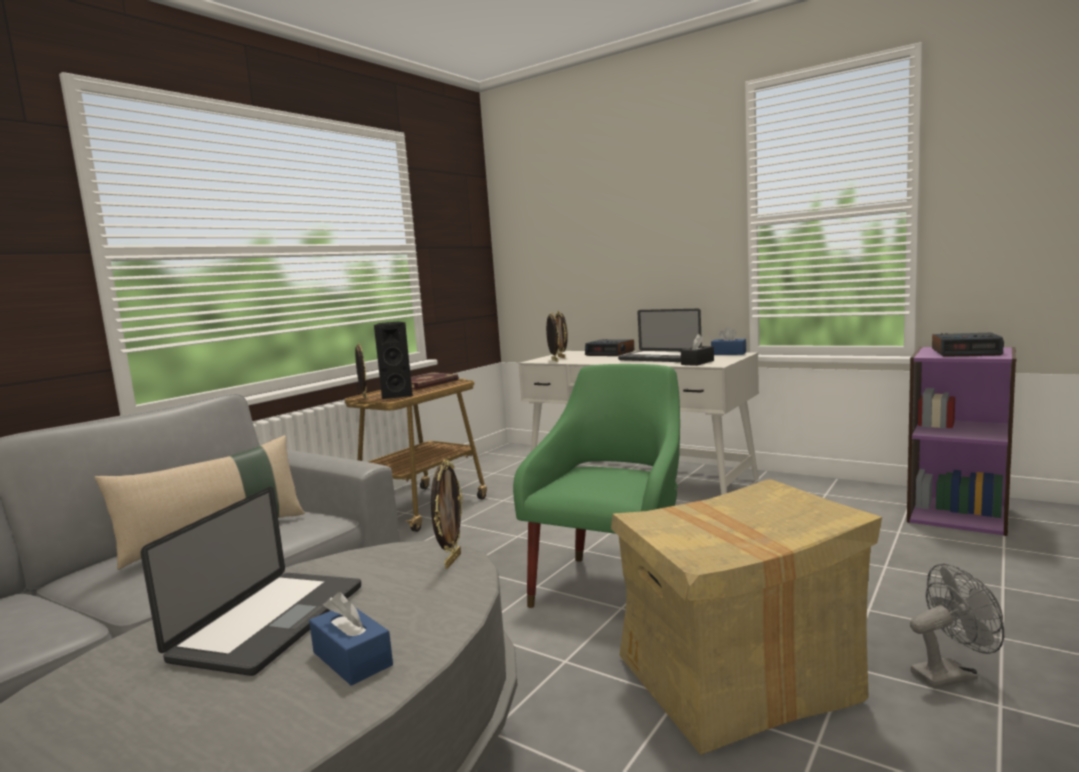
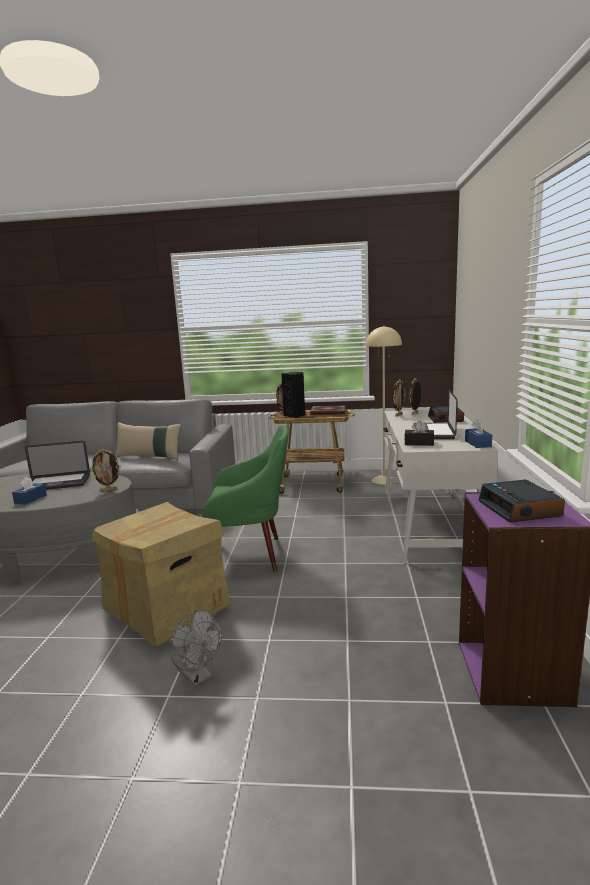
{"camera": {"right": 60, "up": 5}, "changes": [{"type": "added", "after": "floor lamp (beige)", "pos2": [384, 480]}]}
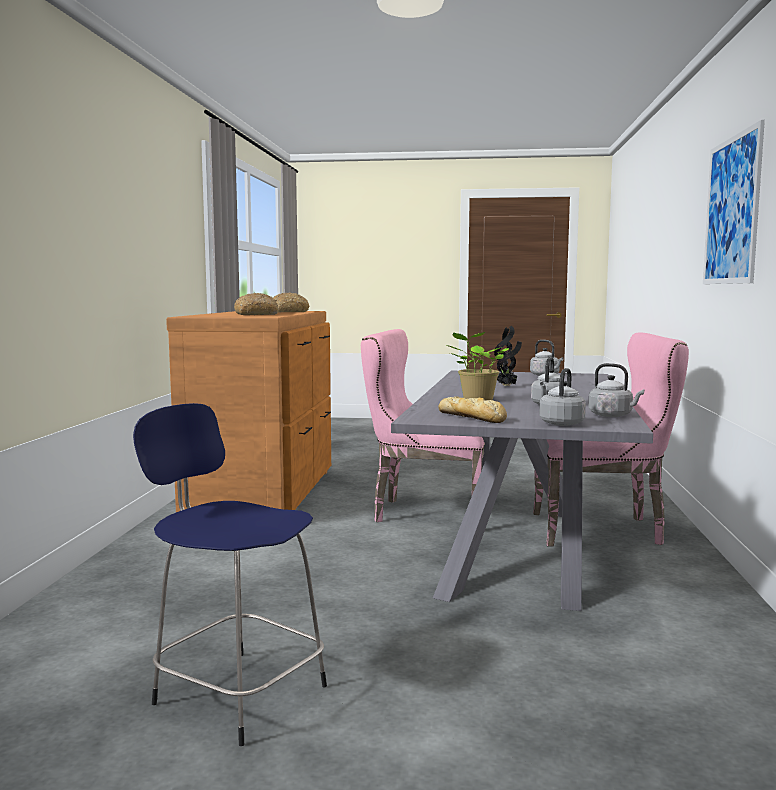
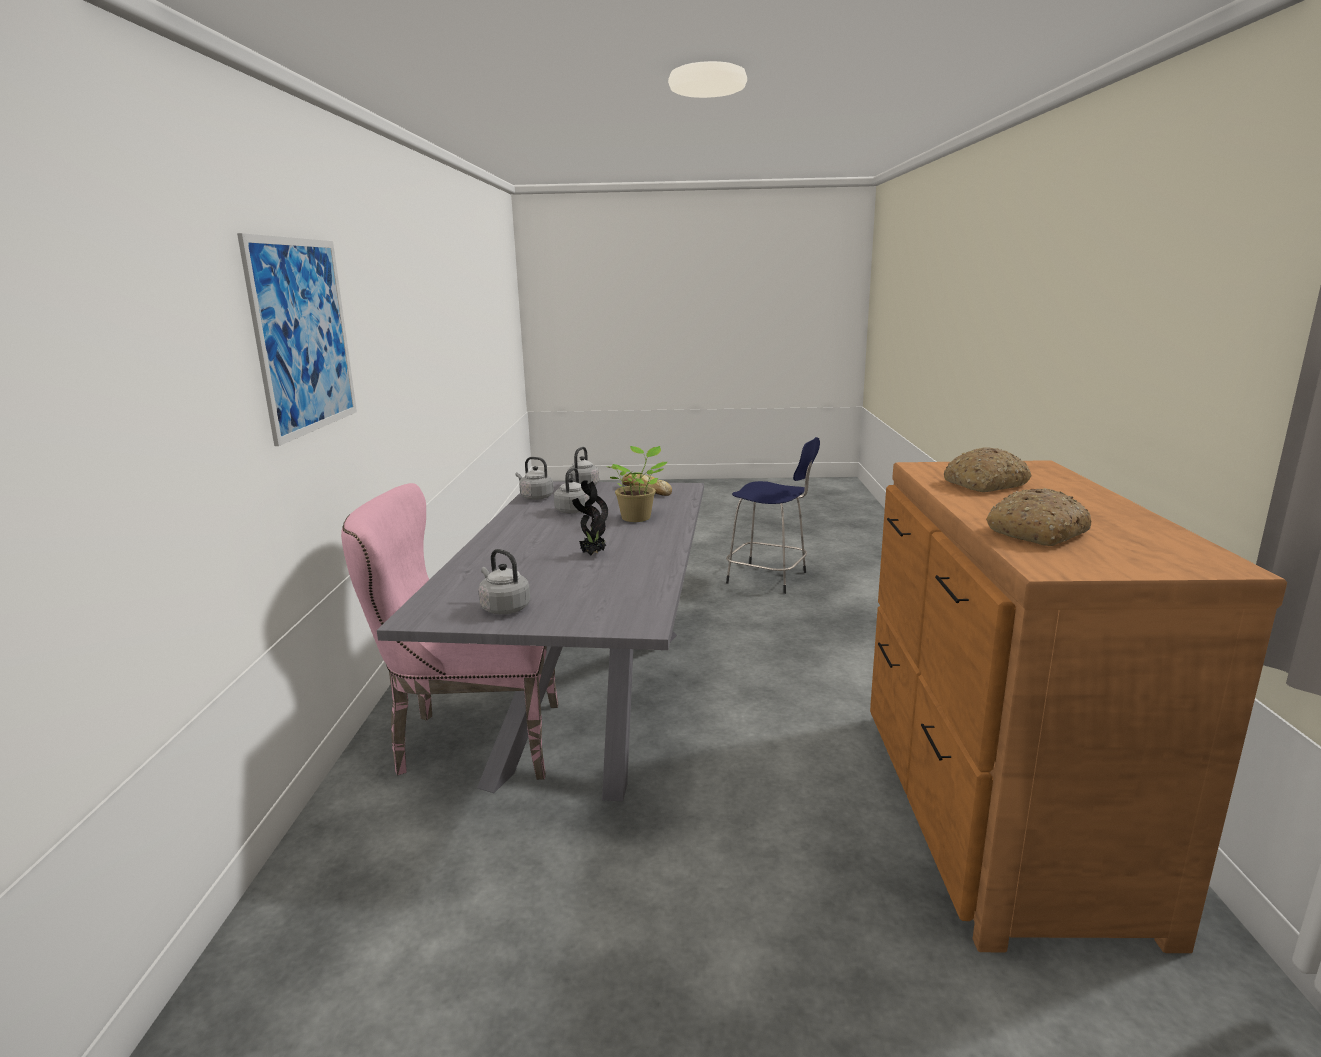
{"camera": {"right": 175, "up": 10}, "changes": [{"type": "removed", "before": "chair (pink)", "pos1": [424, 513]}]}
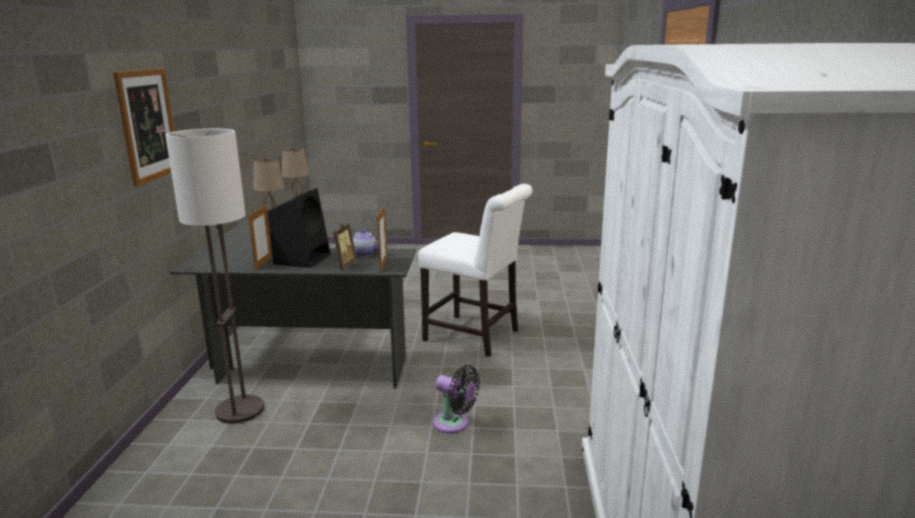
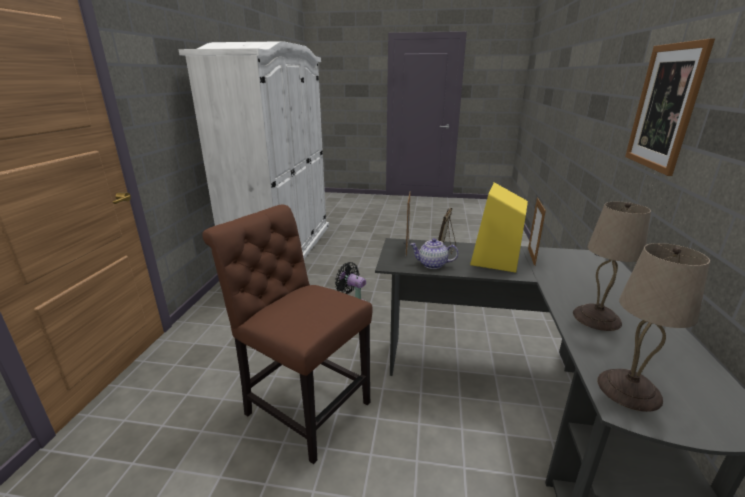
{"camera": {"right": -175, "up": 5}, "changes": [{"type": "removed", "before": "floor lamp", "pos1": [239, 410]}, {"type": "recoloured", "before": "speaker (black)", "after": "speaker (yellow)", "pos1": [302, 259], "pos2": [495, 260]}, {"type": "recoloured", "before": "chair (white)", "after": "chair (brown)", "pos1": [476, 337], "pos2": [303, 406]}]}
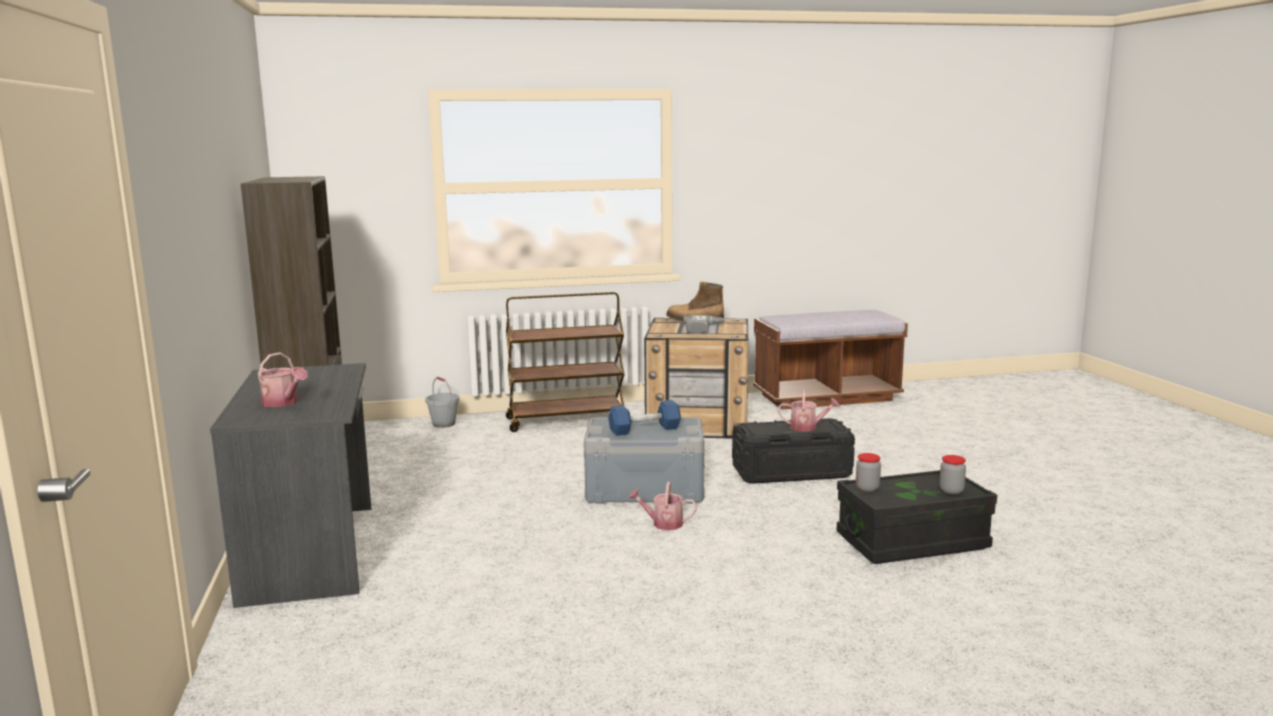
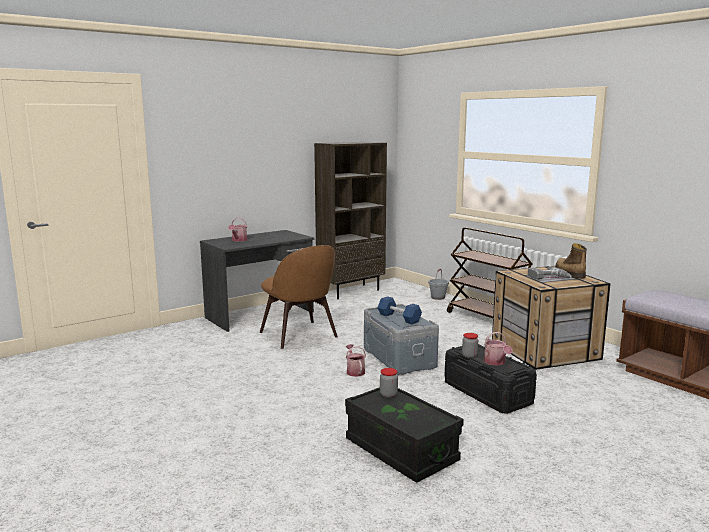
{"camera": {"right": 65, "up": 0}, "changes": [{"type": "added", "after": "chair (brown)", "pos2": [299, 335]}, {"type": "moved", "before": "jar", "pos1": [951, 491], "pos2": [469, 356]}]}
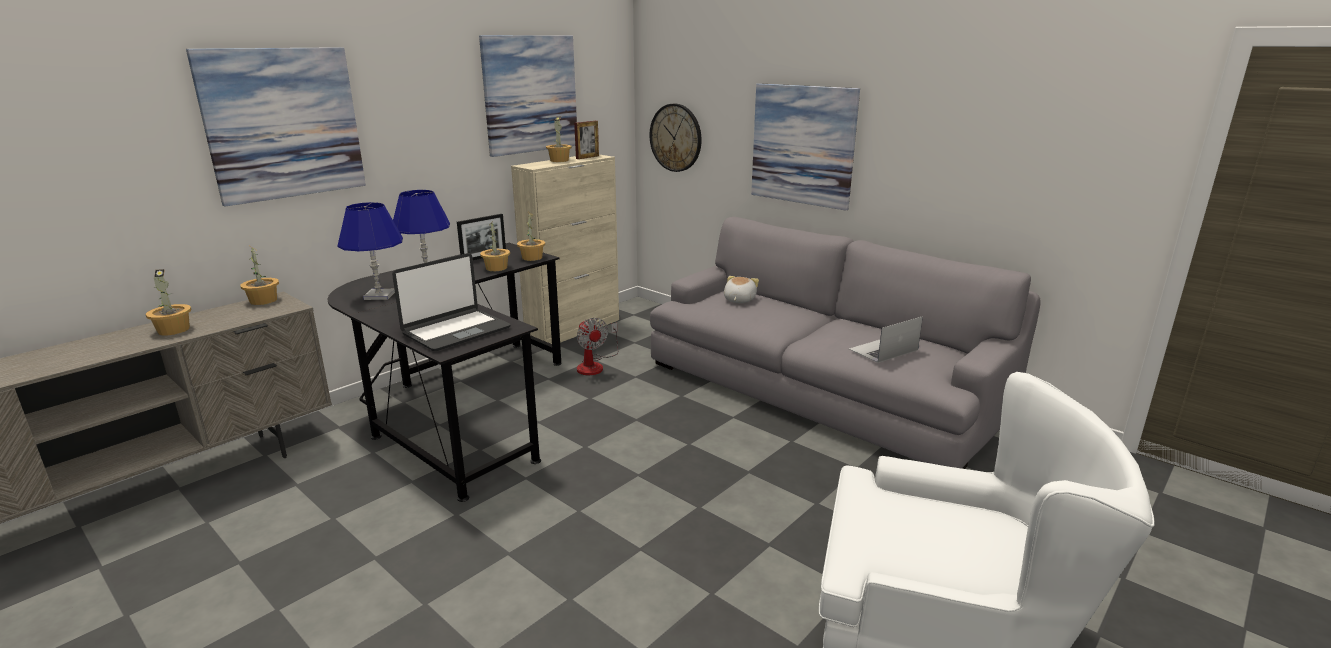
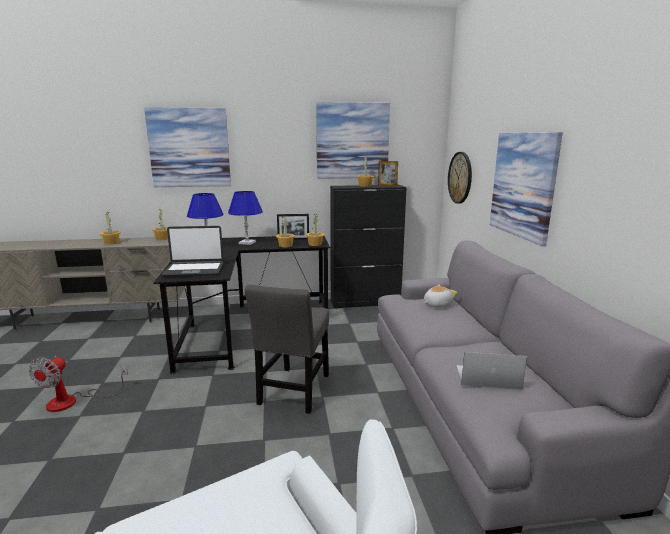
{"camera": {"right": 40, "up": -5}, "changes": [{"type": "added", "after": "chair (grey)", "pos2": [294, 392]}, {"type": "moved", "before": "fan", "pos1": [594, 365], "pos2": [73, 401]}, {"type": "recoloured", "before": "cabinet (beige)", "after": "cabinet (black)", "pos1": [574, 329], "pos2": [365, 302]}]}
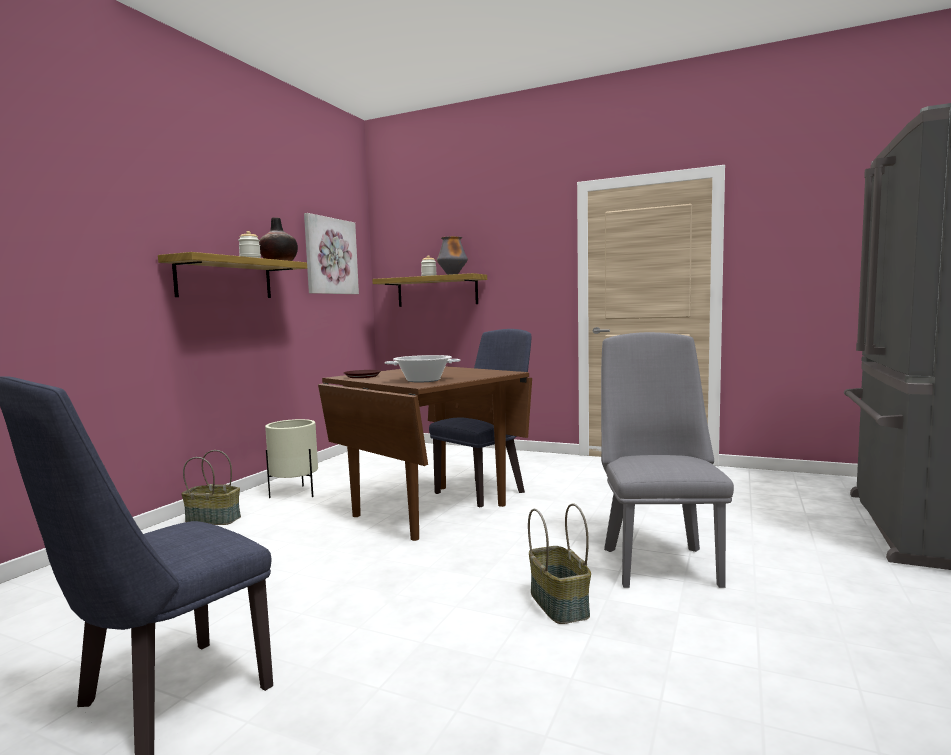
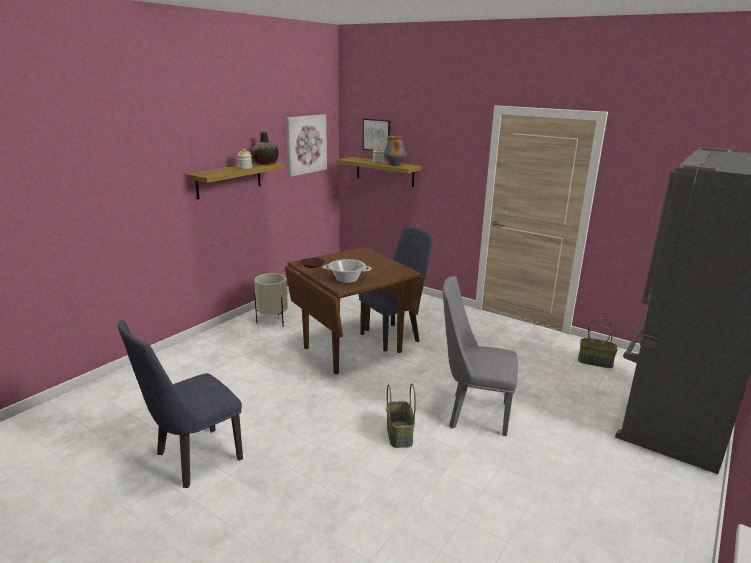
{"camera": {"right": 10, "up": 15}, "changes": [{"type": "added", "after": "picture", "pos2": [377, 135]}, {"type": "moved", "before": "basket", "pos1": [214, 519], "pos2": [595, 361]}, {"type": "turned", "before": "chair (grey)", "pos1": [658, 561], "pos2": [472, 413], "turn": -90}]}
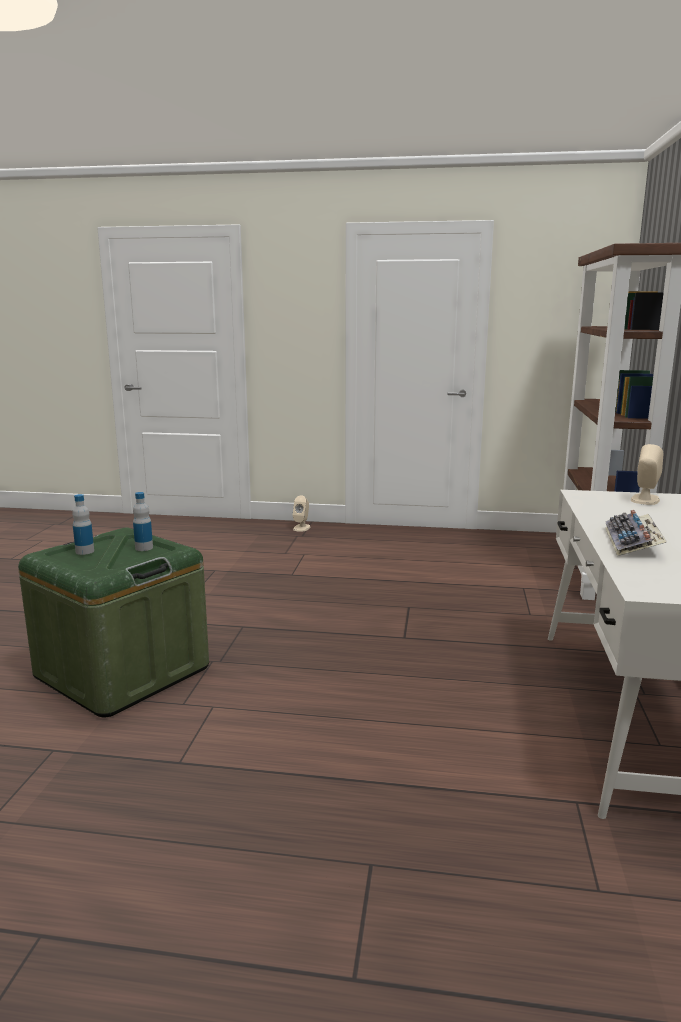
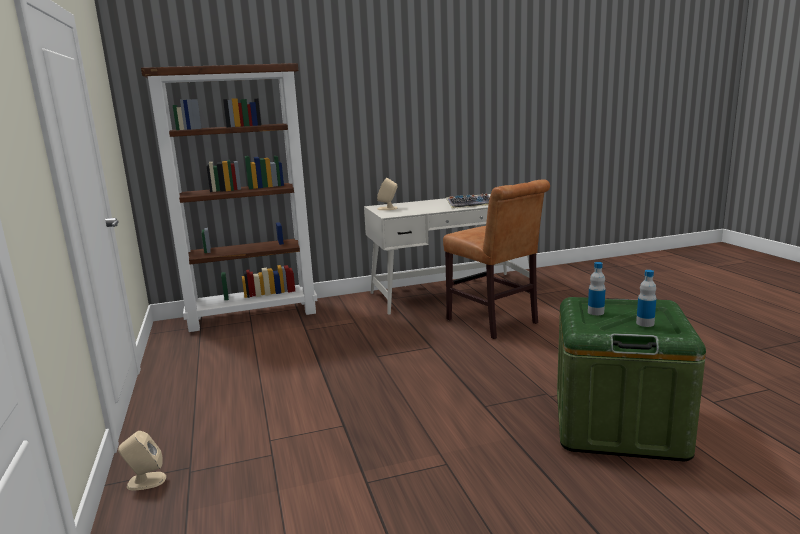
{"camera": {"right": -115, "up": 0}, "changes": [{"type": "added", "after": "chair (brown)", "pos2": [495, 323]}]}
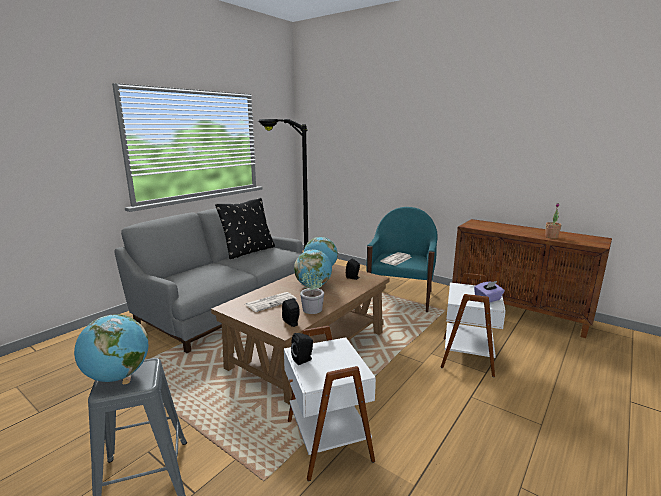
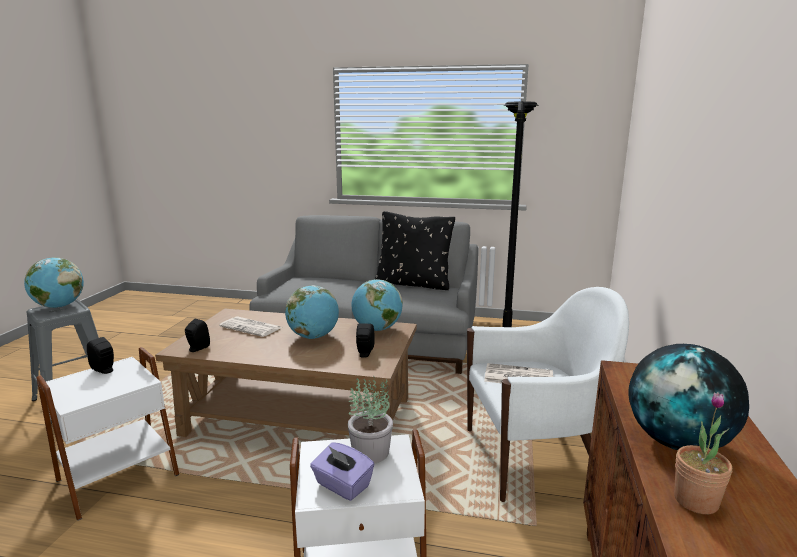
{"camera": {"right": 65, "up": 0}, "changes": [{"type": "added", "after": "globe", "pos2": [678, 442]}, {"type": "moved", "before": "potted plant", "pos1": [312, 309], "pos2": [371, 451]}, {"type": "recoloured", "before": "armchair (turquoise)", "after": "armchair (white)", "pos1": [400, 297], "pos2": [535, 458]}]}
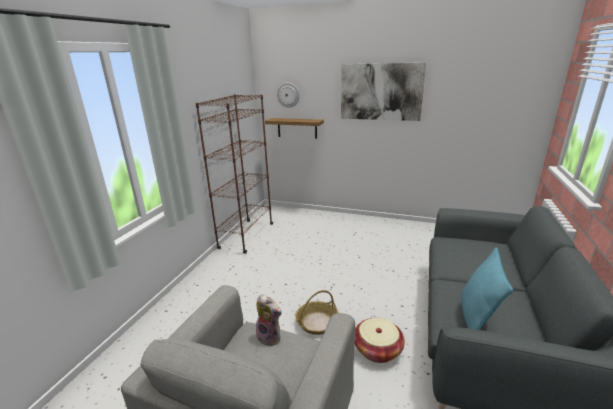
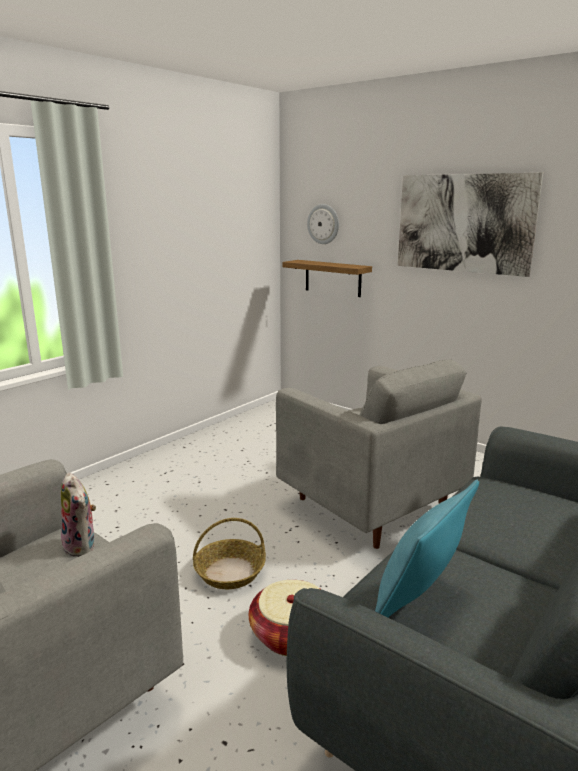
{"camera": {"right": 20, "up": -5}, "changes": [{"type": "removed", "before": "bookcase (brown)", "pos1": [246, 236]}, {"type": "added", "after": "armchair (grey)", "pos2": [371, 507]}]}
